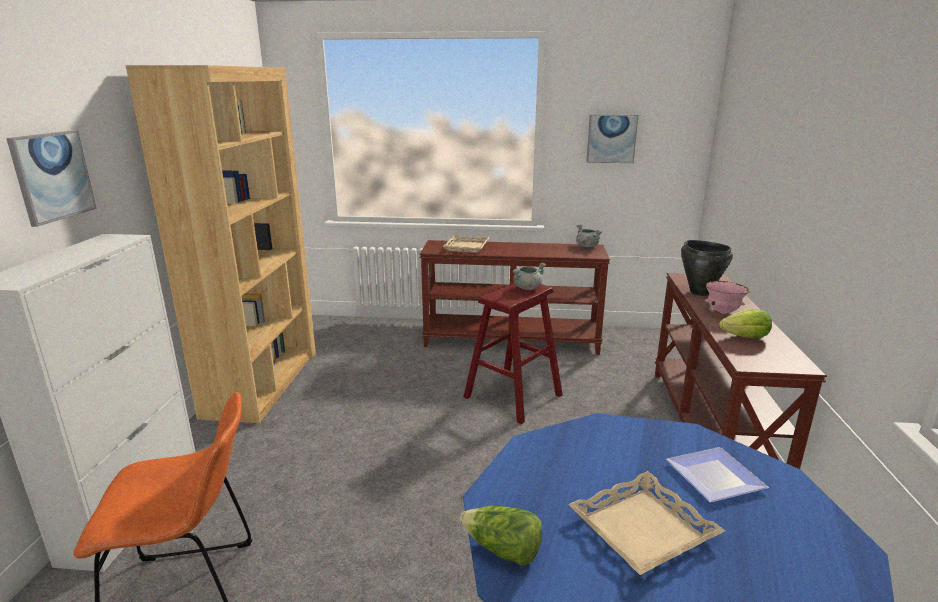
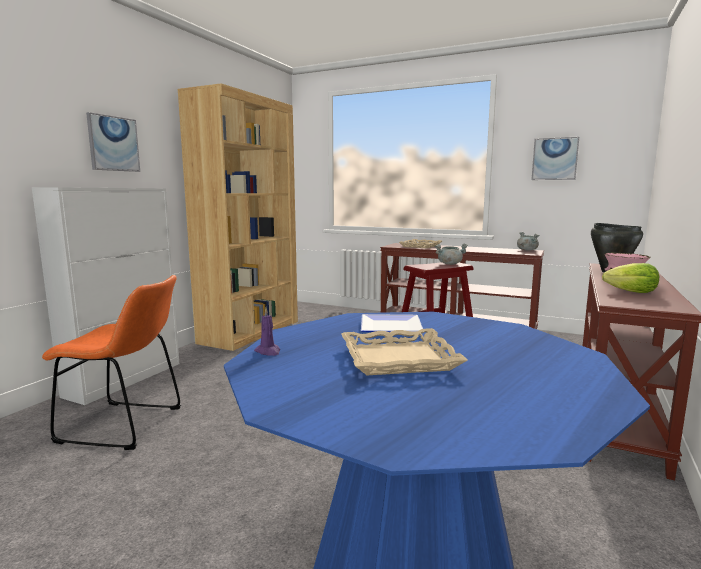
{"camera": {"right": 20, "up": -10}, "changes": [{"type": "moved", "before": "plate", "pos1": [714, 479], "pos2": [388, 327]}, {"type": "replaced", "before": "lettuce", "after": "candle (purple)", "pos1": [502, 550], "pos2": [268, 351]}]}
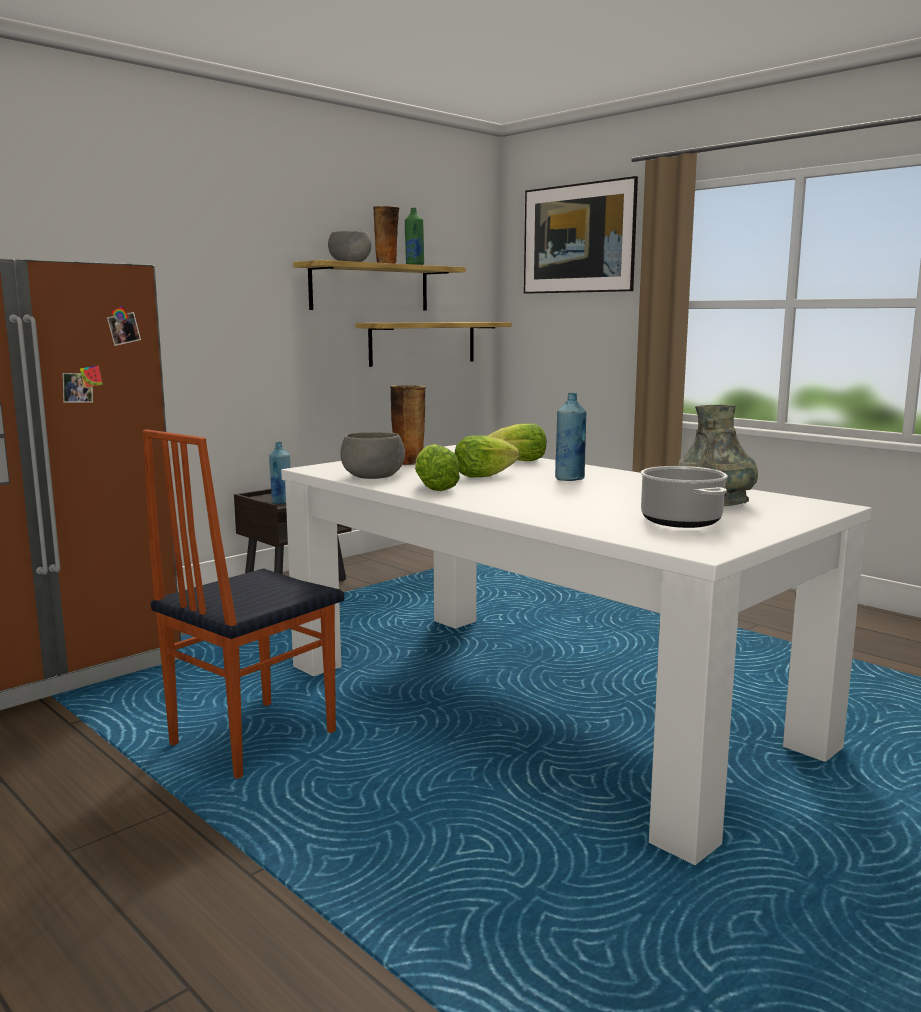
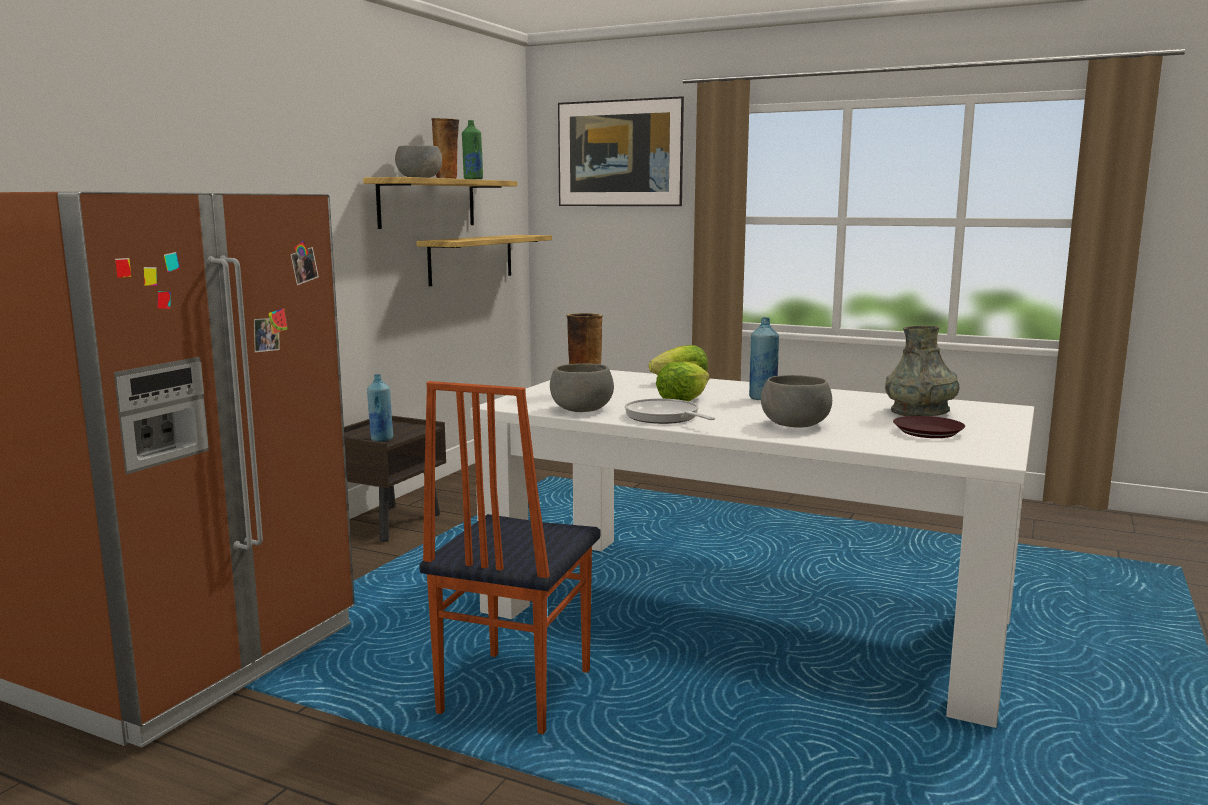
{"camera": {"right": -20, "up": 0}, "changes": [{"type": "added", "after": "bowl (grey)", "pos2": [796, 424]}, {"type": "replaced", "before": "lettuce", "after": "frying pan", "pos1": [434, 488], "pos2": [664, 417]}, {"type": "replaced", "before": "cooking pot", "after": "plate (brown)", "pos1": [682, 521], "pos2": [928, 432]}]}
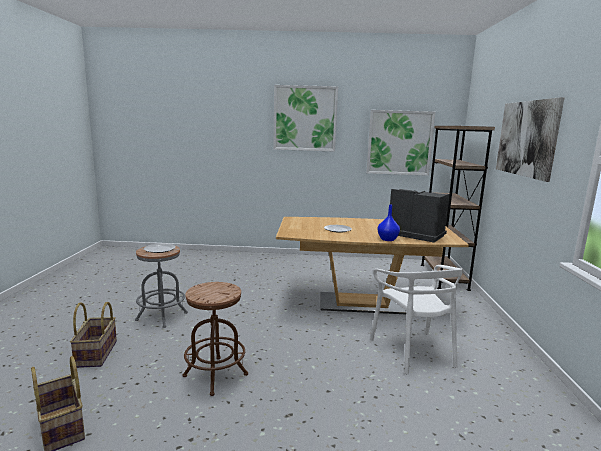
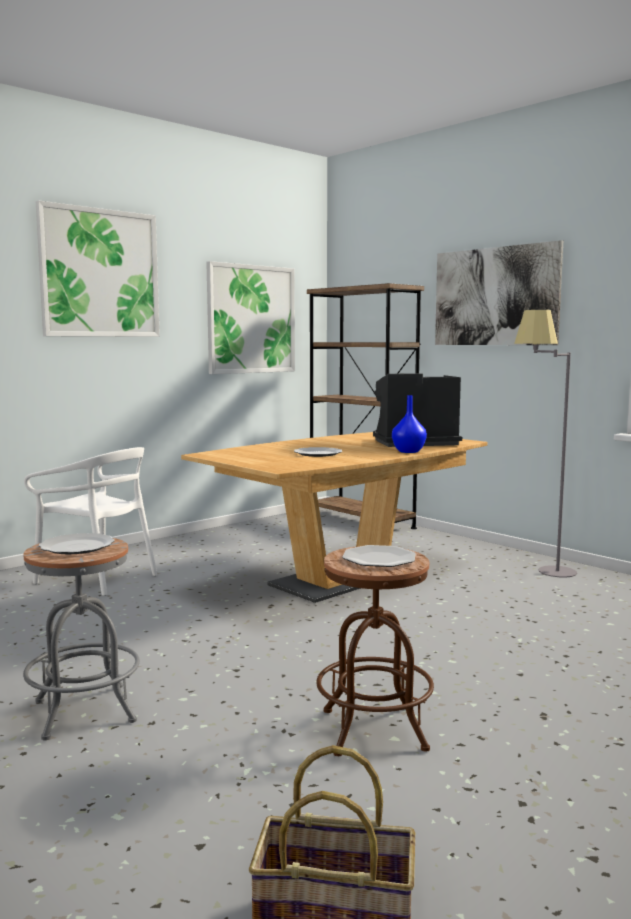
{"camera": {"right": -45, "up": -5}, "changes": [{"type": "removed", "before": "basket", "pos1": [97, 354]}, {"type": "added", "after": "plate", "pos2": [379, 559]}, {"type": "added", "after": "floor lamp (grey)", "pos2": [539, 569]}, {"type": "moved", "before": "chair (white)", "pos1": [413, 351], "pos2": [98, 578]}]}
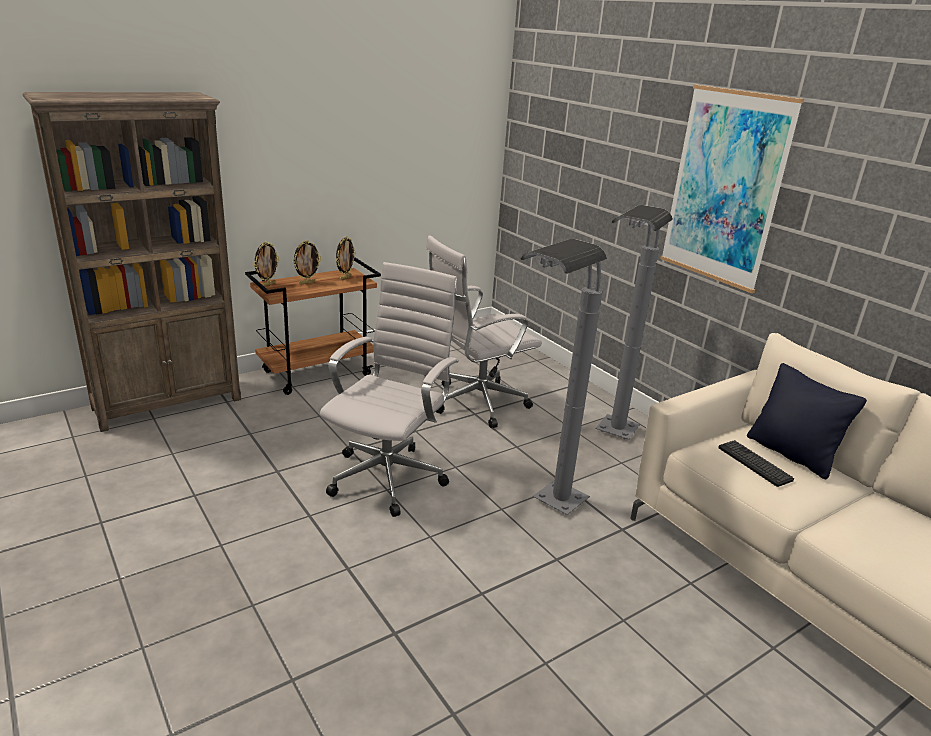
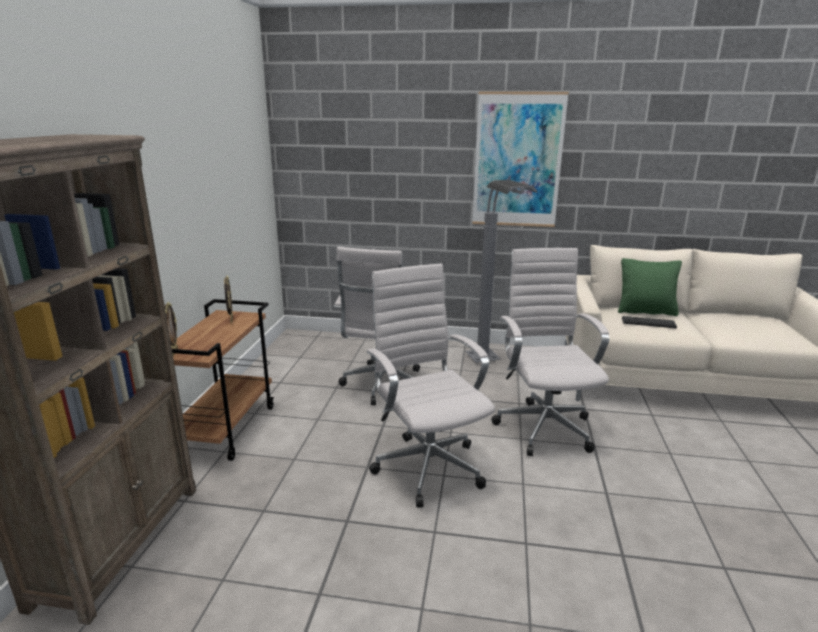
{"camera": {"right": -45, "up": -5}, "changes": [{"type": "removed", "before": "picture frame", "pos1": [307, 283]}, {"type": "replaced", "before": "floor lamp (grey)", "after": "office chair (white)", "pos1": [544, 514], "pos2": [543, 426]}, {"type": "recoloured", "before": "pillow (black)", "after": "pillow (green)", "pos1": [791, 454], "pos2": [645, 312]}]}
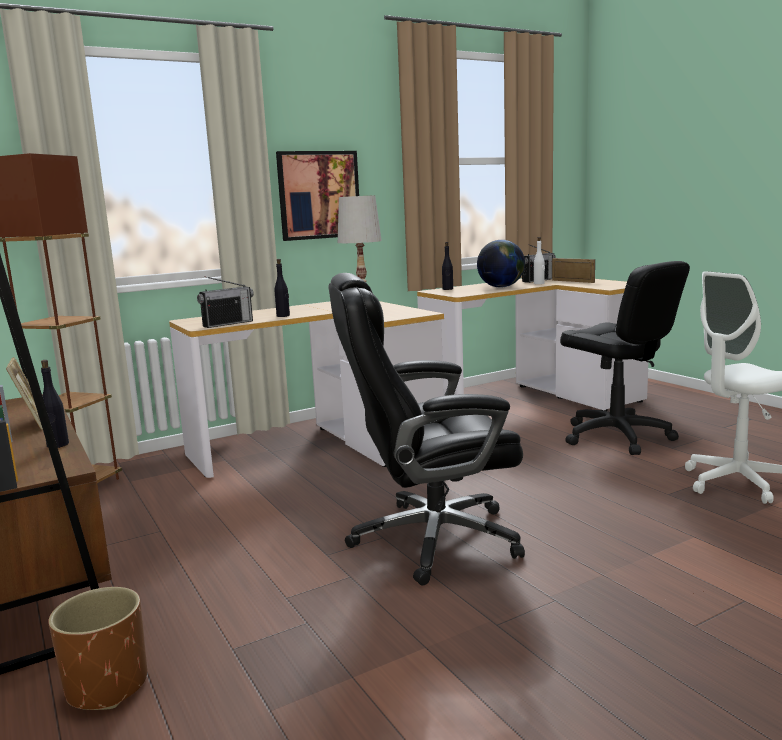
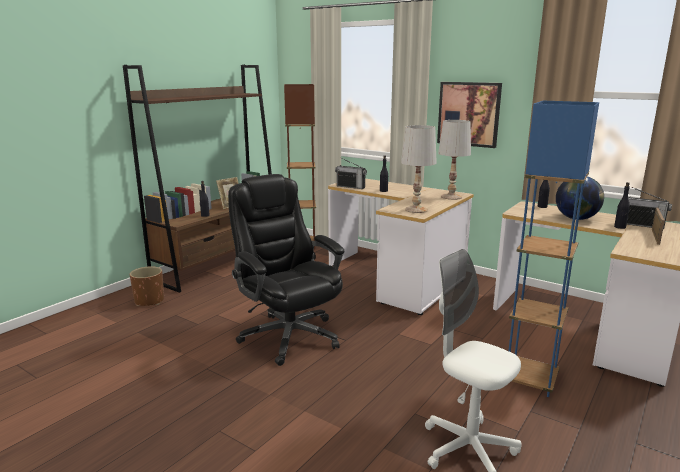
{"camera": {"right": 65, "up": 5}, "changes": [{"type": "added", "after": "table lamp (white)", "pos2": [415, 210]}, {"type": "replaced", "before": "office chair (black)", "after": "floor lamp (blue)", "pos1": [616, 437], "pos2": [530, 380]}, {"type": "recoloured", "before": "bottle (white)", "after": "bottle (black)", "pos1": [539, 283], "pos2": [620, 227]}]}
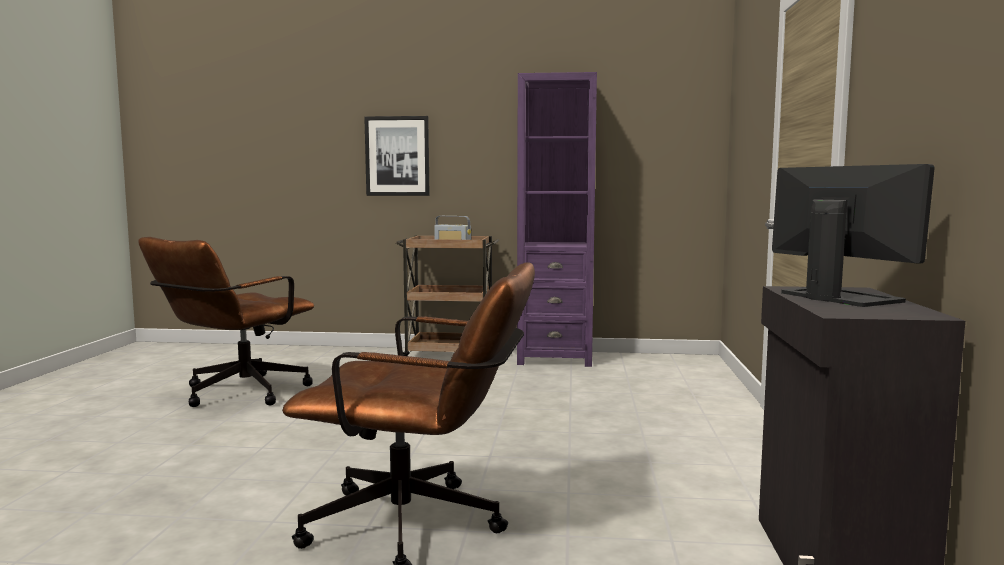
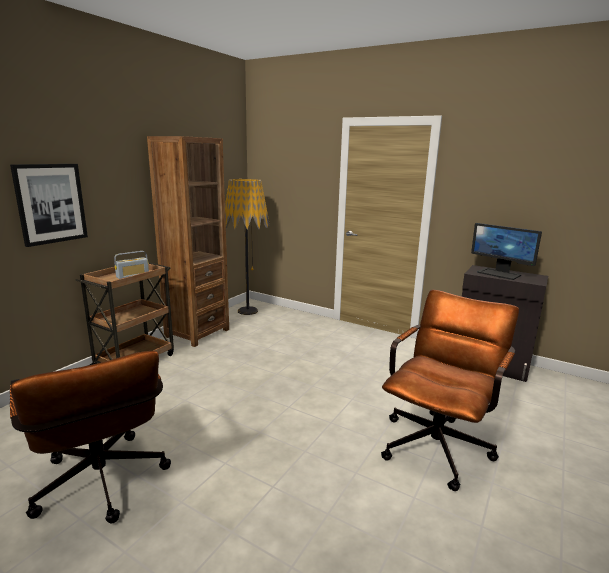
{"camera": {"right": -65, "up": 10}, "changes": [{"type": "added", "after": "floor lamp", "pos2": [248, 311]}, {"type": "recoloured", "before": "bookcase (purple)", "after": "bookcase (brown)", "pos1": [555, 358], "pos2": [197, 333]}, {"type": "turned", "before": "monitor", "pos1": [838, 297], "pos2": [499, 273], "turn": -135}]}
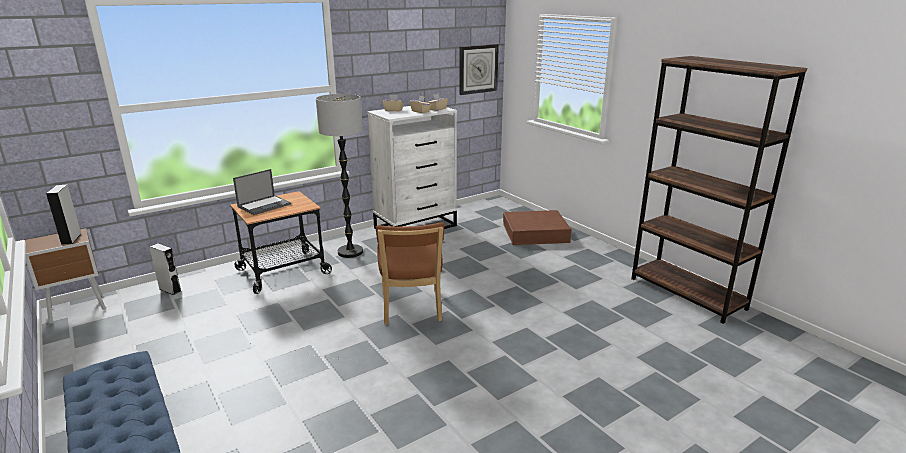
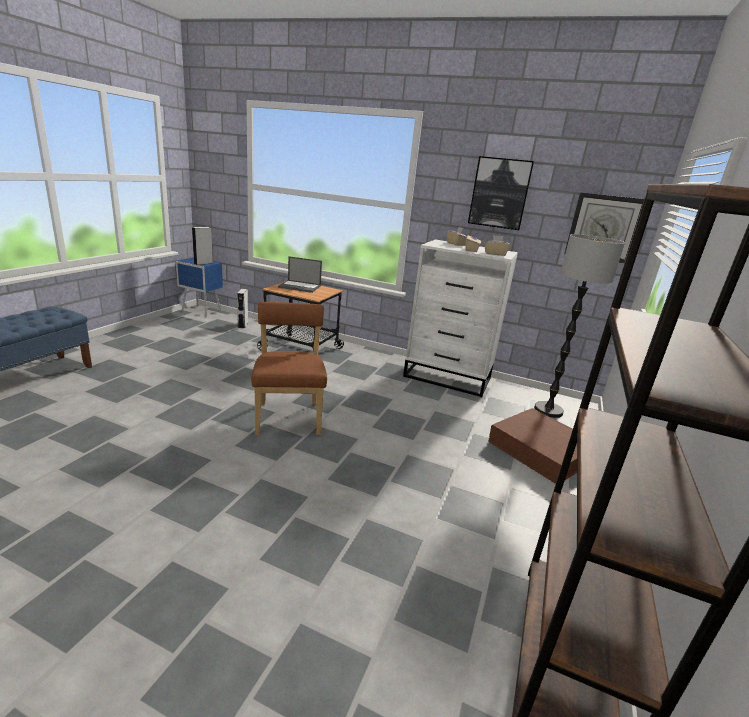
{"camera": {"right": 55, "up": 0}, "changes": [{"type": "added", "after": "picture", "pos2": [499, 193]}, {"type": "moved", "before": "floor lamp", "pos1": [350, 252], "pos2": [548, 410]}, {"type": "recoloured", "before": "nightstand (brown)", "after": "nightstand (blue)", "pos1": [78, 309], "pos2": [202, 312]}, {"type": "turned", "before": "chair (brown)", "pos1": [411, 309], "pos2": [289, 416], "turn": 120}]}
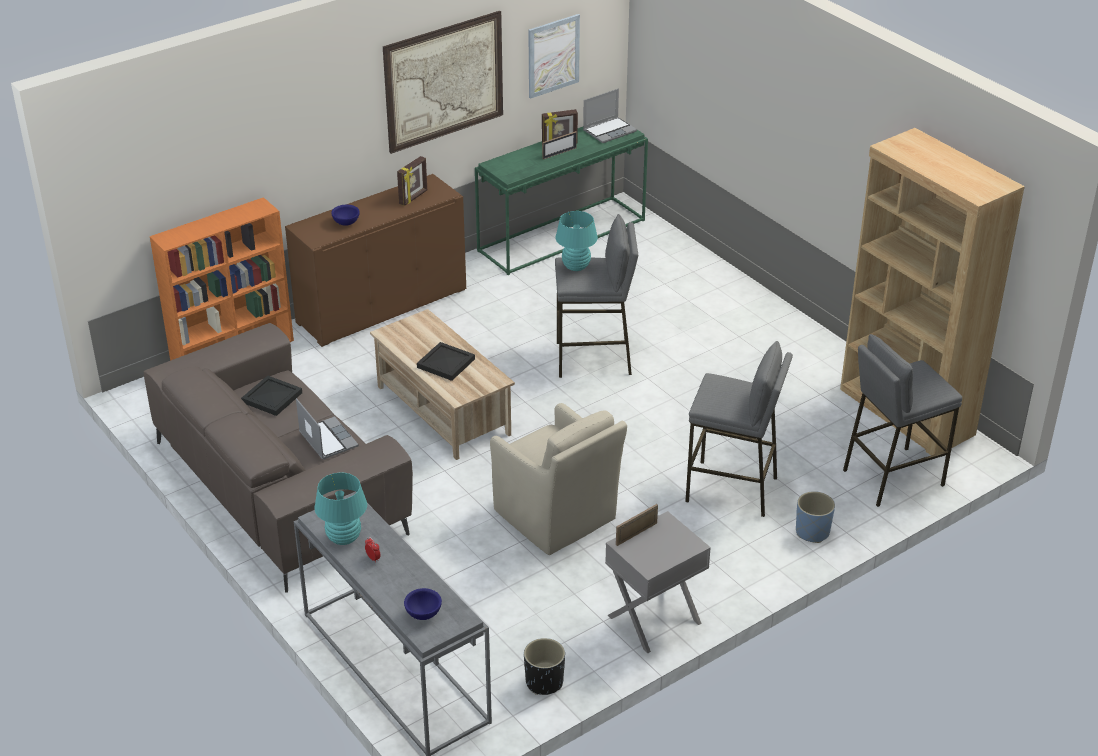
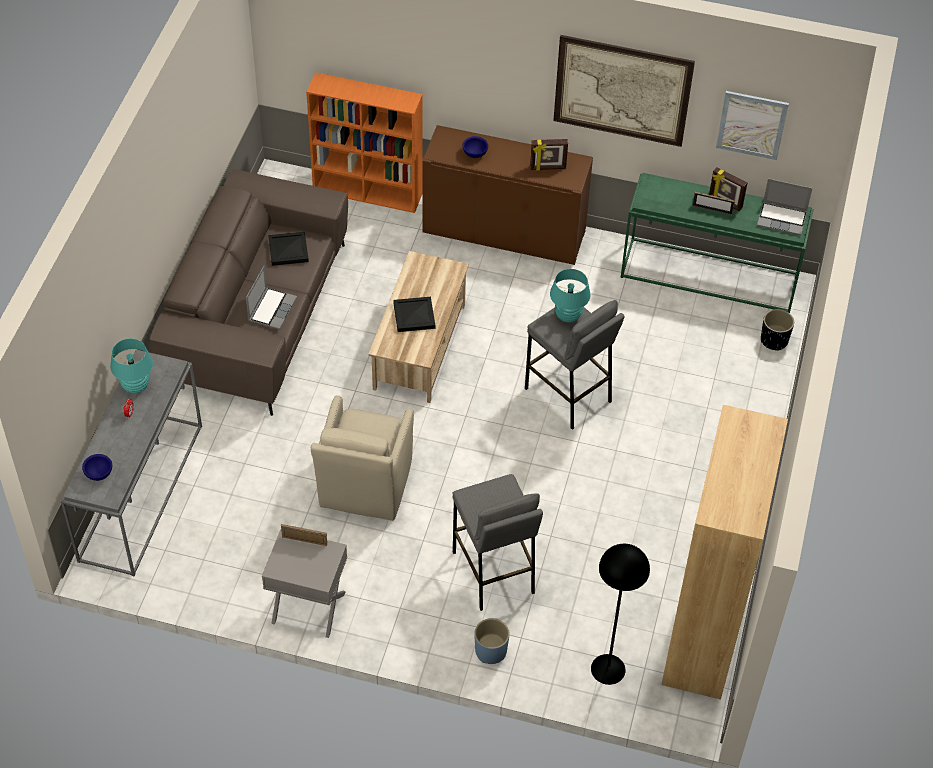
{"camera": {"right": 50, "up": 15}, "changes": [{"type": "moved", "before": "planter (black)", "pos1": [544, 682], "pos2": [774, 340]}, {"type": "replaced", "before": "stool (grey)", "after": "floor lamp (black)", "pos1": [892, 477], "pos2": [608, 668]}]}
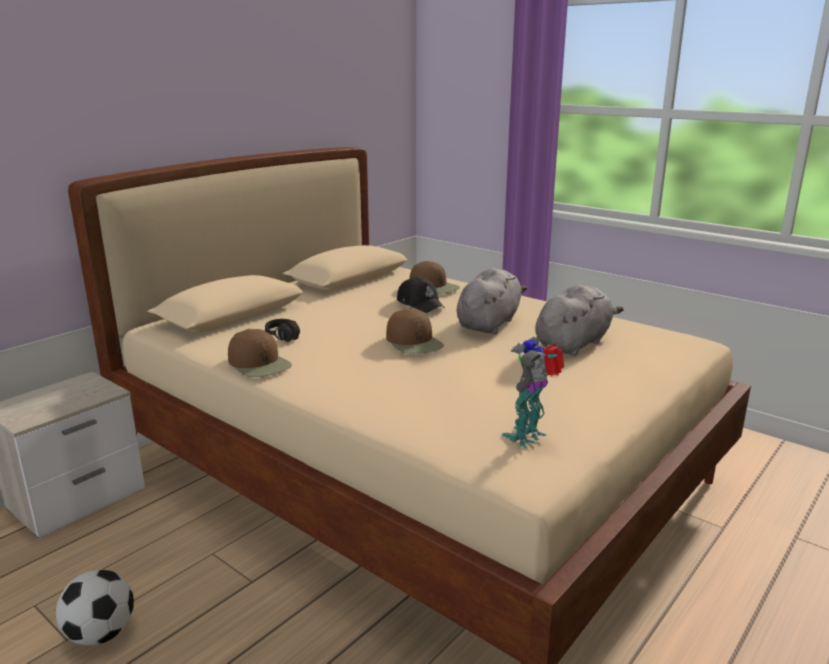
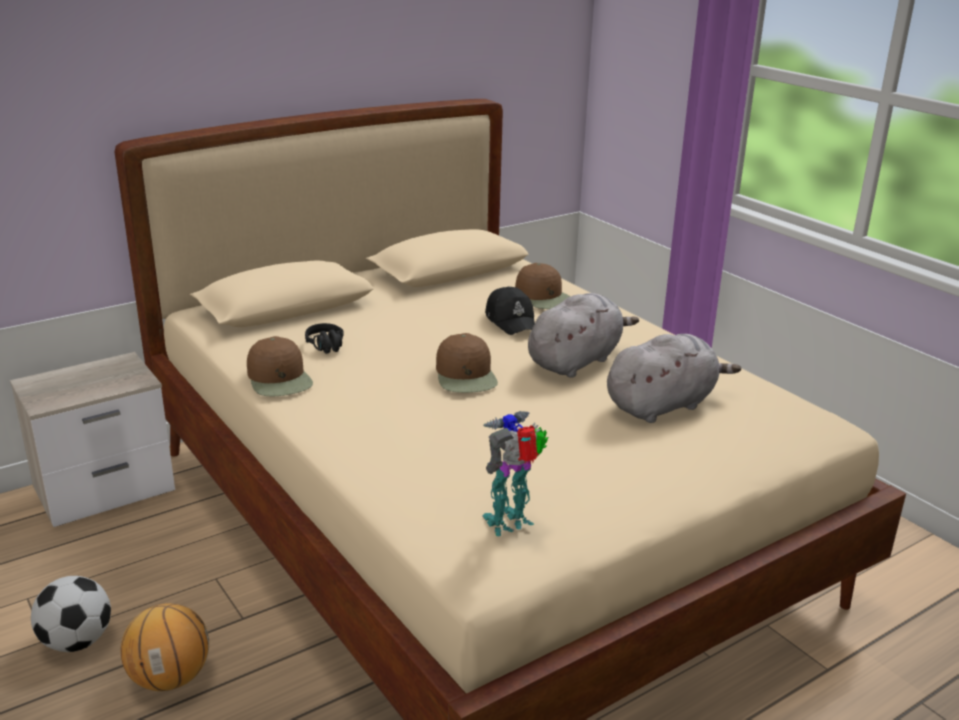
{"camera": {"right": 15, "up": 5}, "changes": [{"type": "added", "after": "basketball", "pos2": [170, 678]}]}
